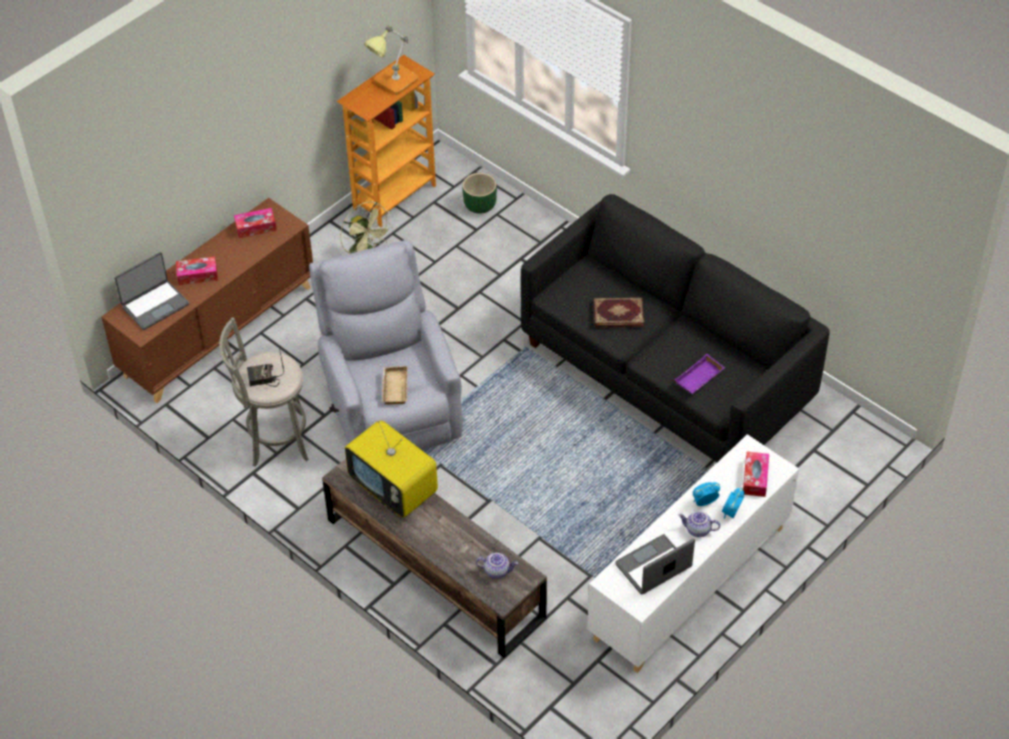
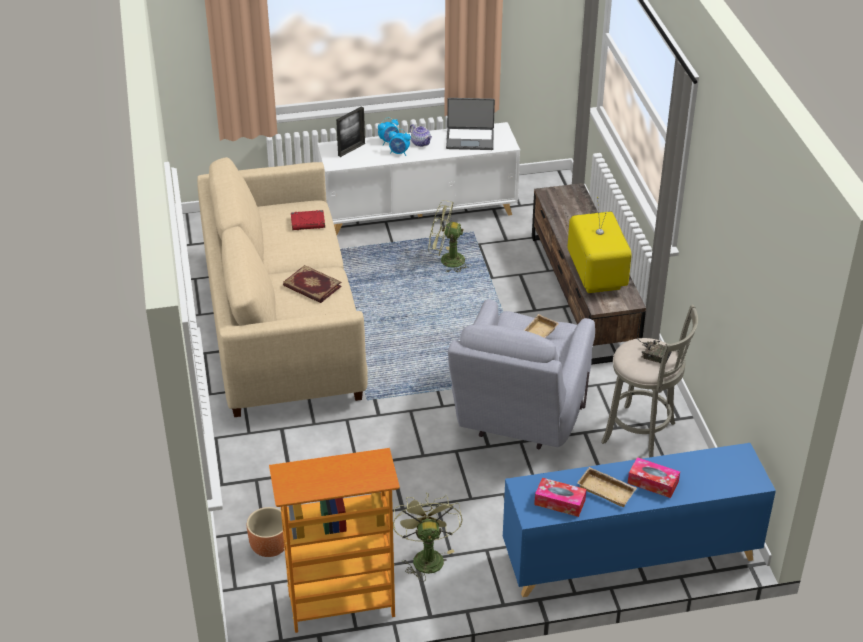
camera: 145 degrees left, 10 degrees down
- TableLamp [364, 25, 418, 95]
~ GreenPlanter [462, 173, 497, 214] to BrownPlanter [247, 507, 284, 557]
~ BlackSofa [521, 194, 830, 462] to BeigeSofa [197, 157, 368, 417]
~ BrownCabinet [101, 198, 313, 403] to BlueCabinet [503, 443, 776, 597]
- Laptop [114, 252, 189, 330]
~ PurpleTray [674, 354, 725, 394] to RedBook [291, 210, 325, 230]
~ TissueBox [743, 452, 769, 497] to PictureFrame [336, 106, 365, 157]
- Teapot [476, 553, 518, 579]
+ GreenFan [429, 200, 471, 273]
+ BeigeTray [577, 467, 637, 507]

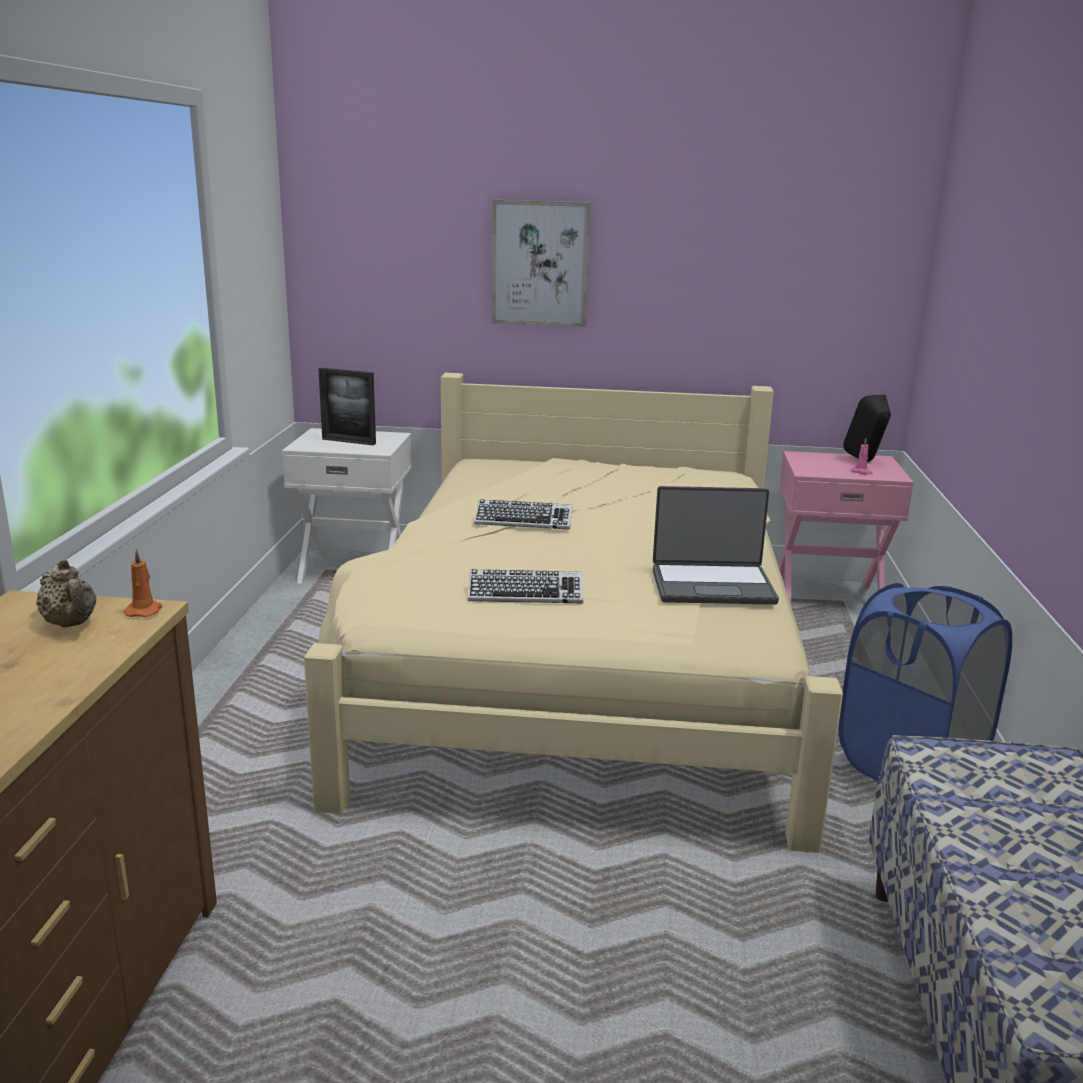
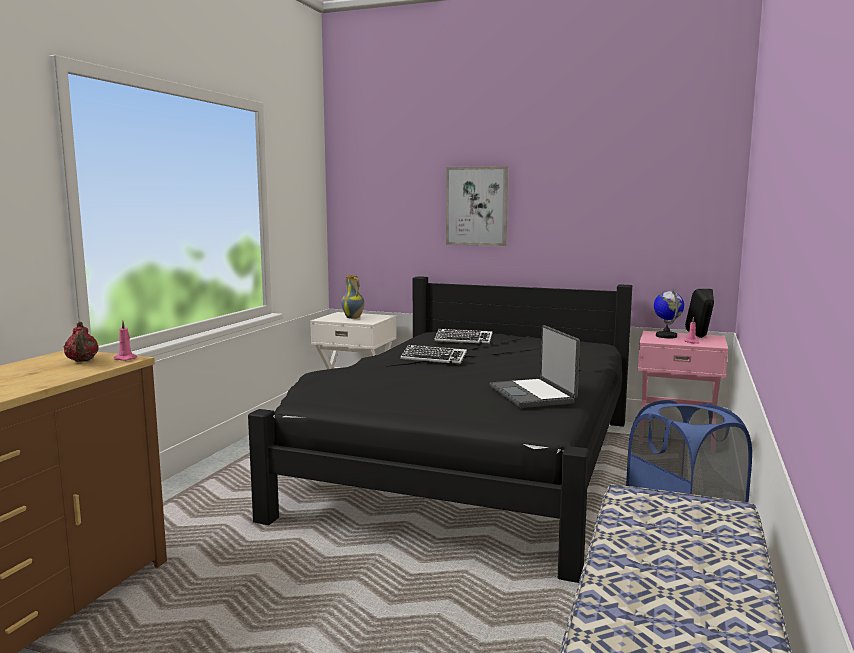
camera: 15 degrees right, 10 degrees down
~ PictureFrame [319, 368, 376, 445] to Vase [341, 275, 365, 319]
~ BeigeBed [304, 373, 843, 853] to BlackBed [248, 276, 632, 583]
~ Laptop [653, 486, 779, 605] = [490, 325, 580, 408] 60 degrees clockwise
~ OrangeCandle [124, 549, 162, 617] to PinkCandle [113, 321, 137, 361]
~ BeigeTeapot [36, 559, 96, 627] to RedTeapot [64, 322, 99, 362]
~ Keyboard [468, 569, 583, 603] to [434, 329, 493, 344]
+ Globe [654, 289, 684, 338]

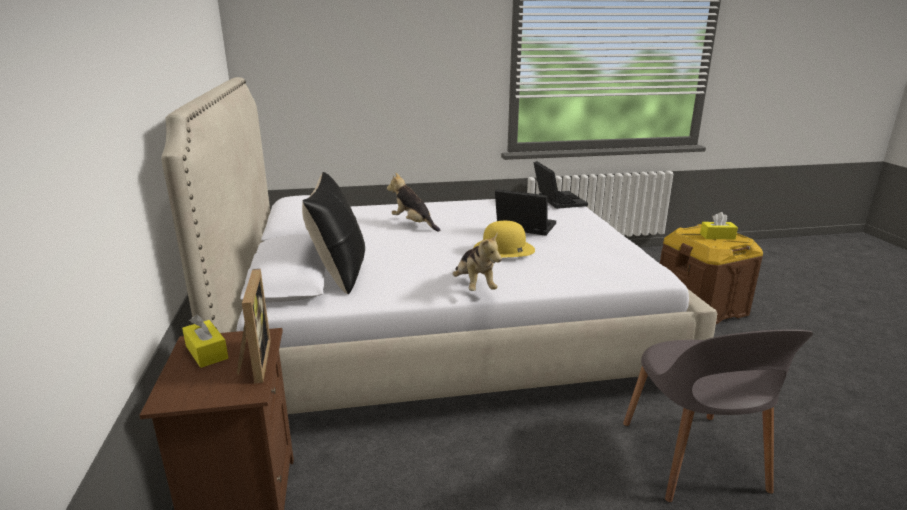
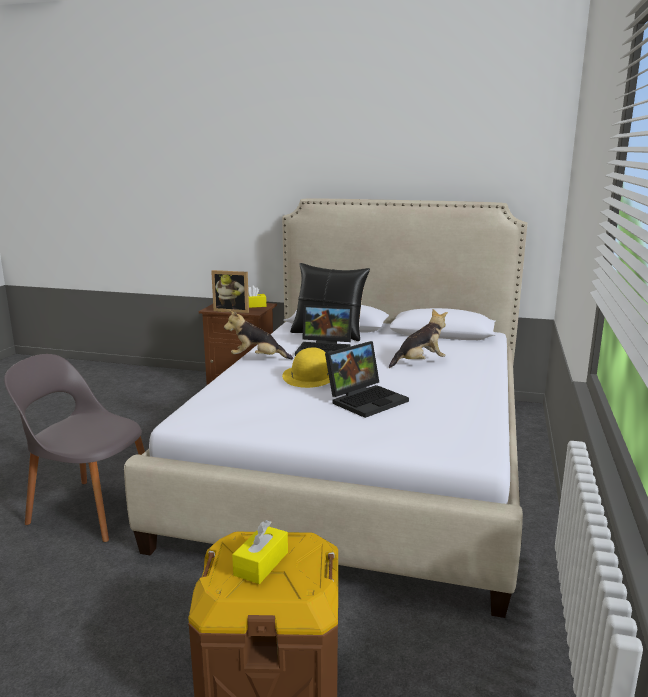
camera: 115 degrees right, 5 degrees down
~ Laptop [533, 161, 588, 209] to [295, 305, 352, 356]

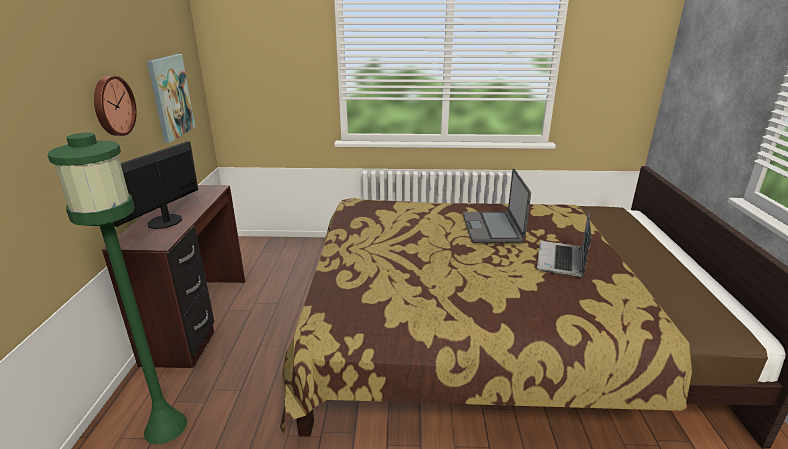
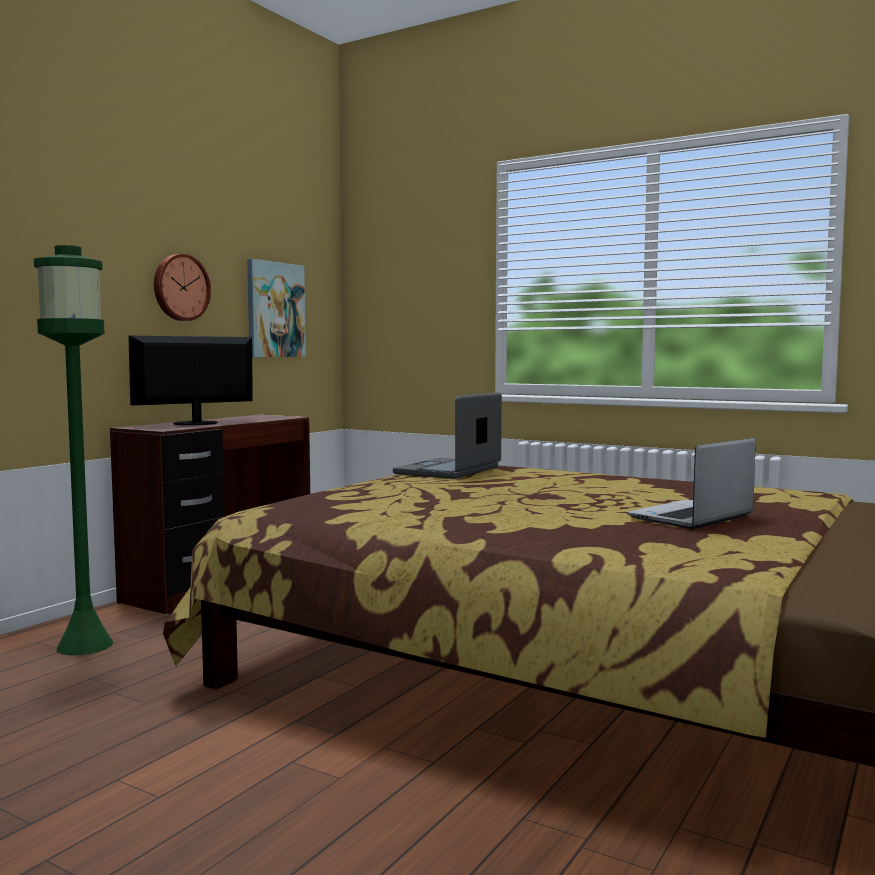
camera: 30 degrees right, 20 degrees down
~ Laptop [463, 168, 531, 243] to [393, 392, 502, 479]

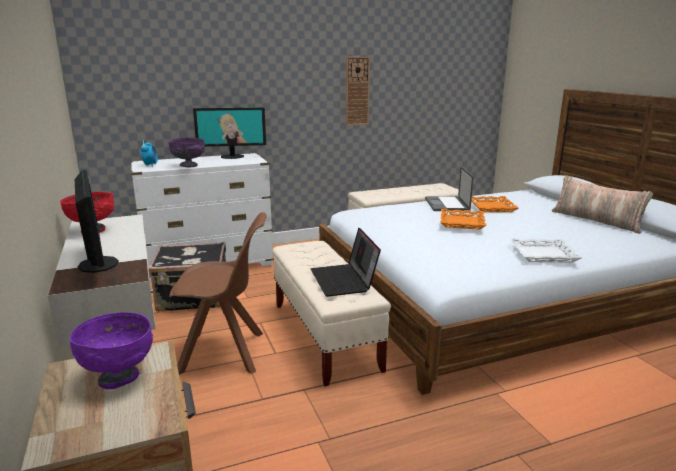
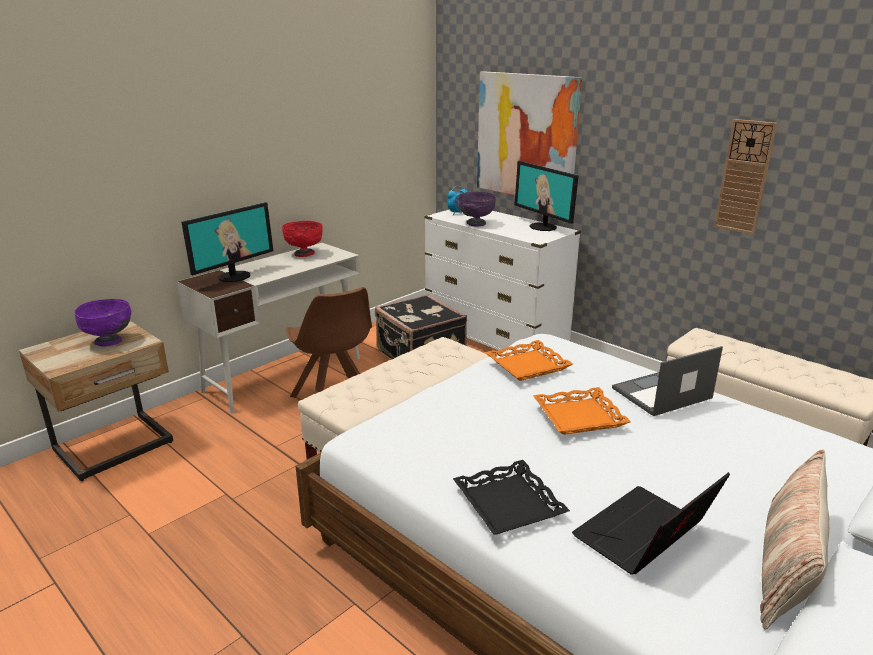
camera: 65 degrees right, 5 degrees up
~ OrangeTray [471, 196, 519, 212] to [485, 340, 573, 381]
~ Laptop [311, 228, 381, 297] to [572, 472, 730, 575]
~ WhiteTray [510, 239, 583, 263] to BlackTray [453, 460, 570, 535]
+ Picture [477, 71, 582, 195]

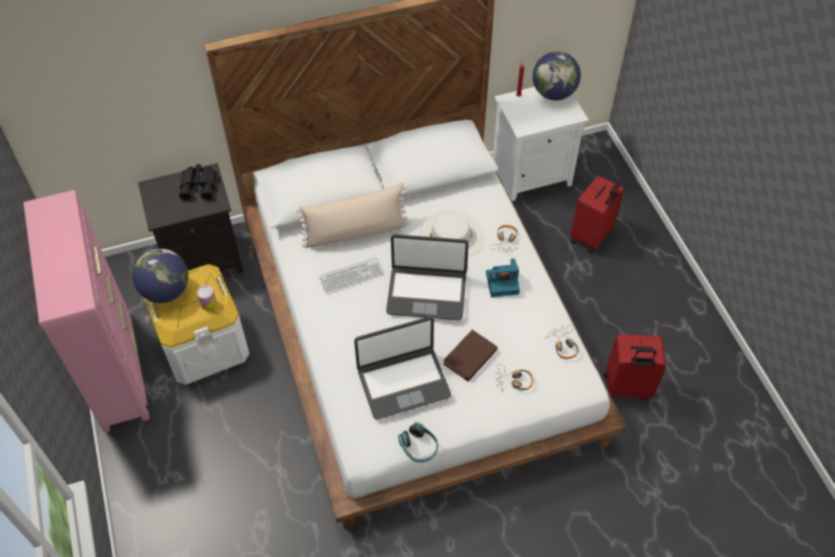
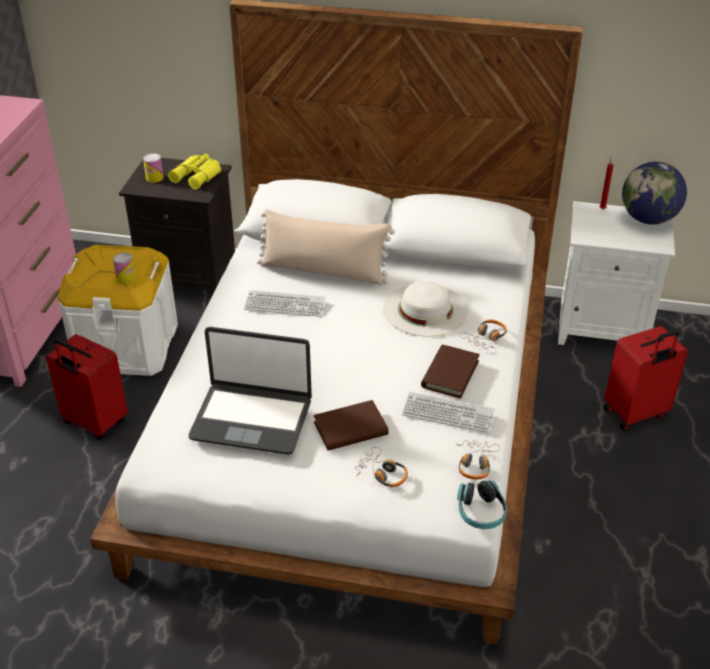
camera: 30 degrees right, 15 degrees down
~ BlackBinoculars [179, 164, 217, 201] to YellowBinoculars [168, 153, 221, 189]
- Laptop [386, 234, 469, 320]
- Globe [132, 249, 189, 303]
~ PhotoCamera [486, 258, 520, 297] to BrownBook [421, 345, 480, 398]
~ RedSuitcase [604, 335, 666, 400] to [46, 334, 128, 440]
~ Headphones [398, 422, 438, 463] to [457, 480, 507, 529]
+ Can [143, 153, 164, 183]
+ Keyboard [402, 392, 494, 433]

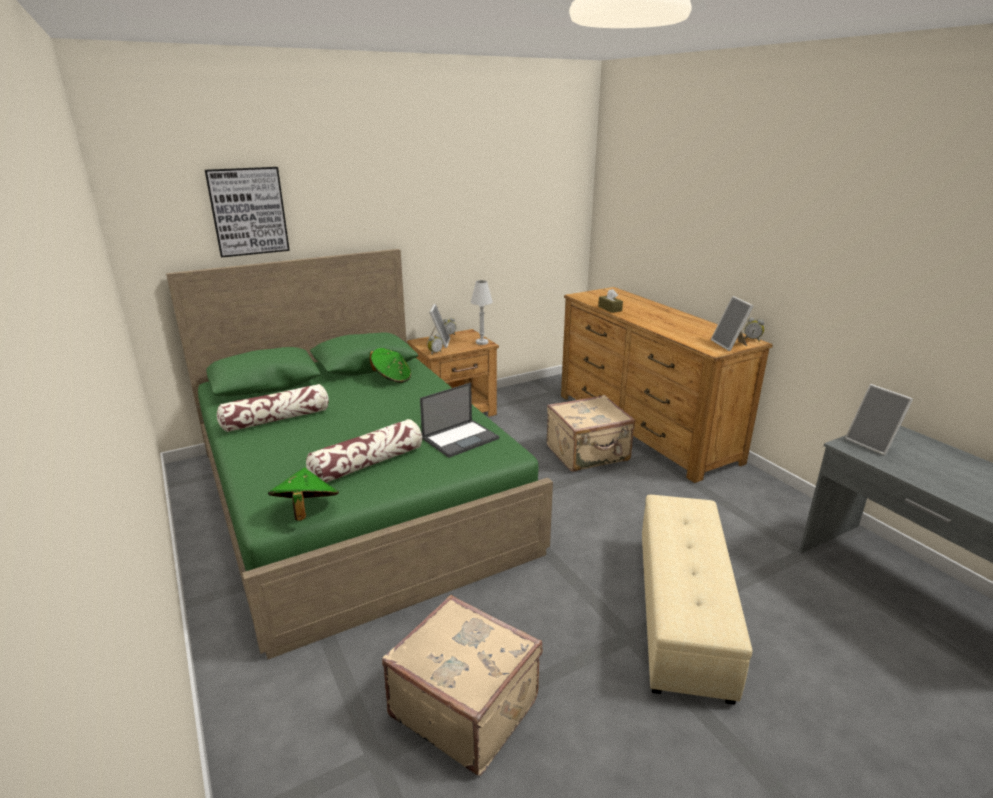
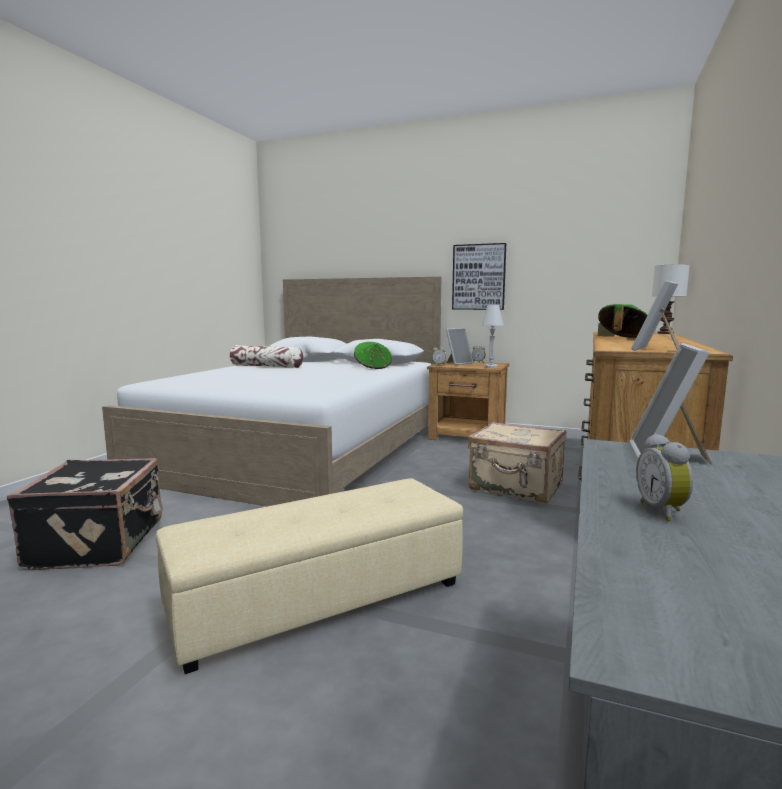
camera: 50 degrees right, 15 degrees down
~ Picture [205, 167, 290, 258] to [452, 243, 506, 310]
~ GreenBed [166, 249, 553, 660] to WhiteBed [102, 277, 441, 506]
~ AlarmClock [744, 318, 764, 342] to [636, 434, 693, 521]
- Laptop [420, 383, 499, 458]
- Pillow [306, 419, 422, 483]
~ GreenHat [268, 468, 339, 521] to [598, 304, 648, 338]
~ BeigeSuitcase [382, 595, 542, 776] to BlackSuitcase [7, 458, 163, 570]
+ WhiteTableLamp [652, 264, 690, 334]

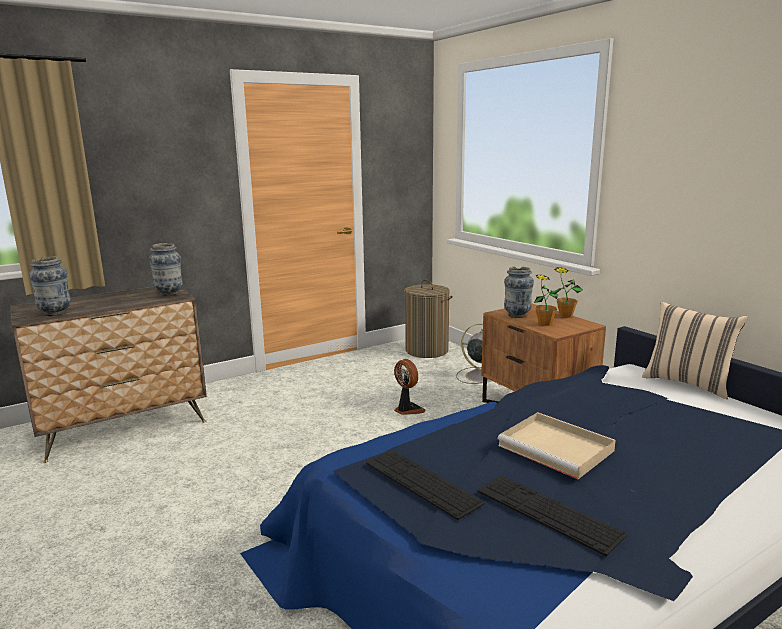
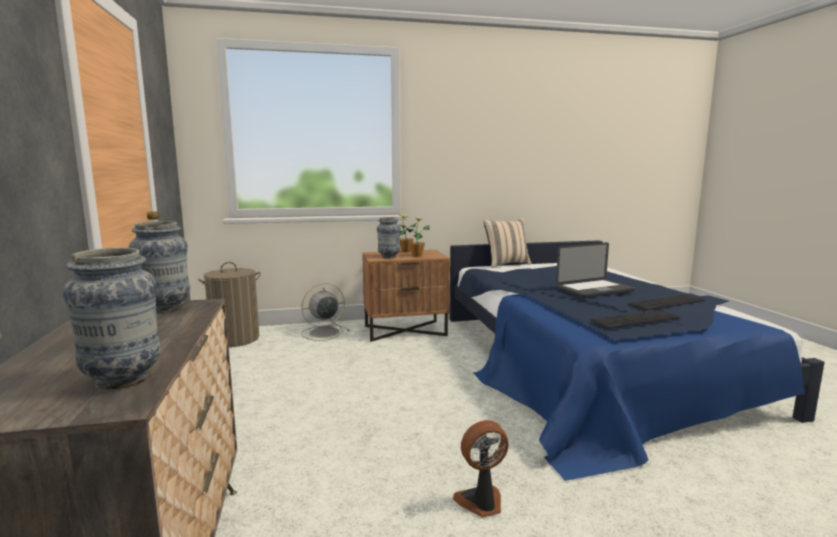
camera: 70 degrees left, 5 degrees down
~ Fan [394, 359, 426, 415] to [453, 420, 508, 517]
~ BeigeTray [498, 412, 616, 479] to Laptop [556, 242, 635, 298]

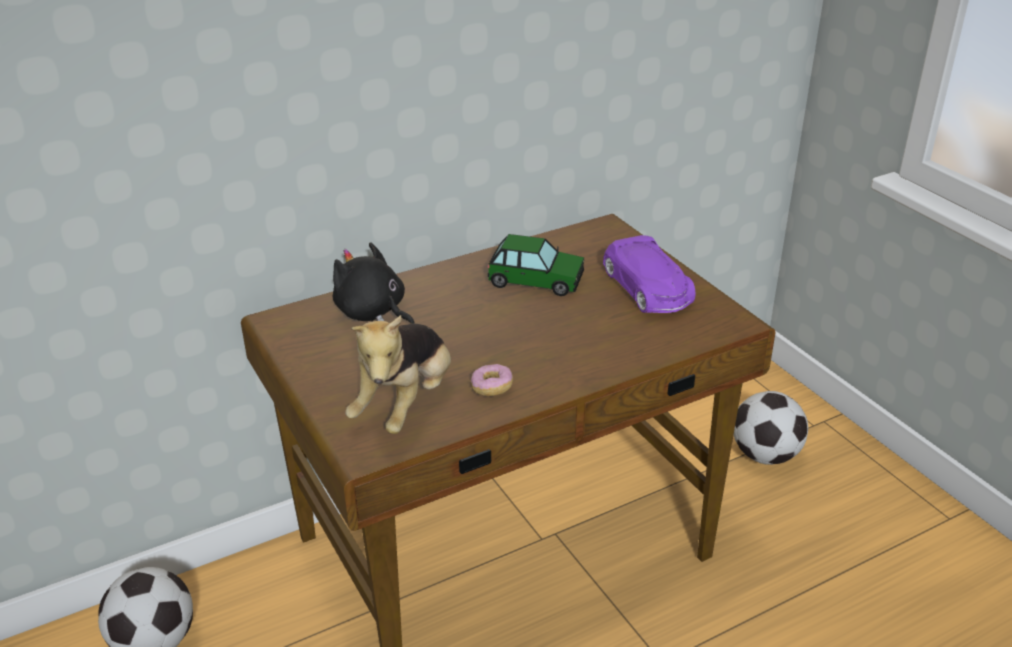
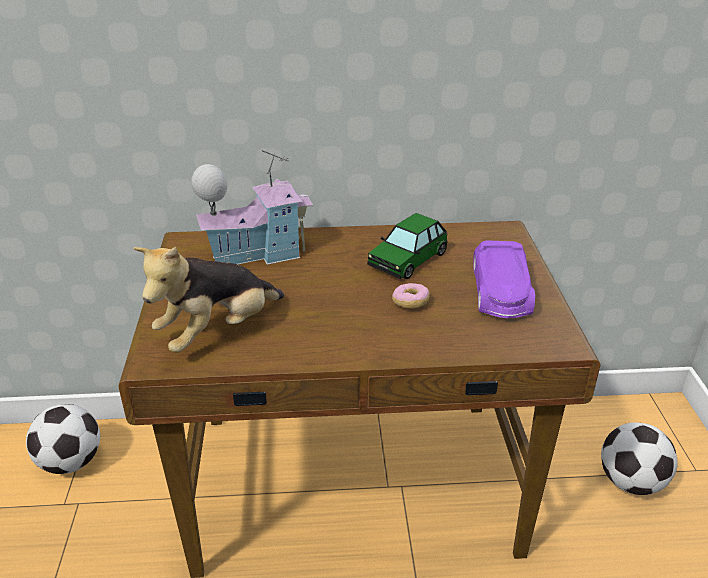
camera: 25 degrees right, 0 degrees up
~ ToyCar [488, 234, 584, 296] = [367, 213, 448, 279] 90 degrees clockwise
~ BlackPlushToy [333, 242, 415, 324] to ToyHouse [191, 150, 313, 265]
~ Donut [471, 364, 513, 396] to [392, 283, 430, 309]

